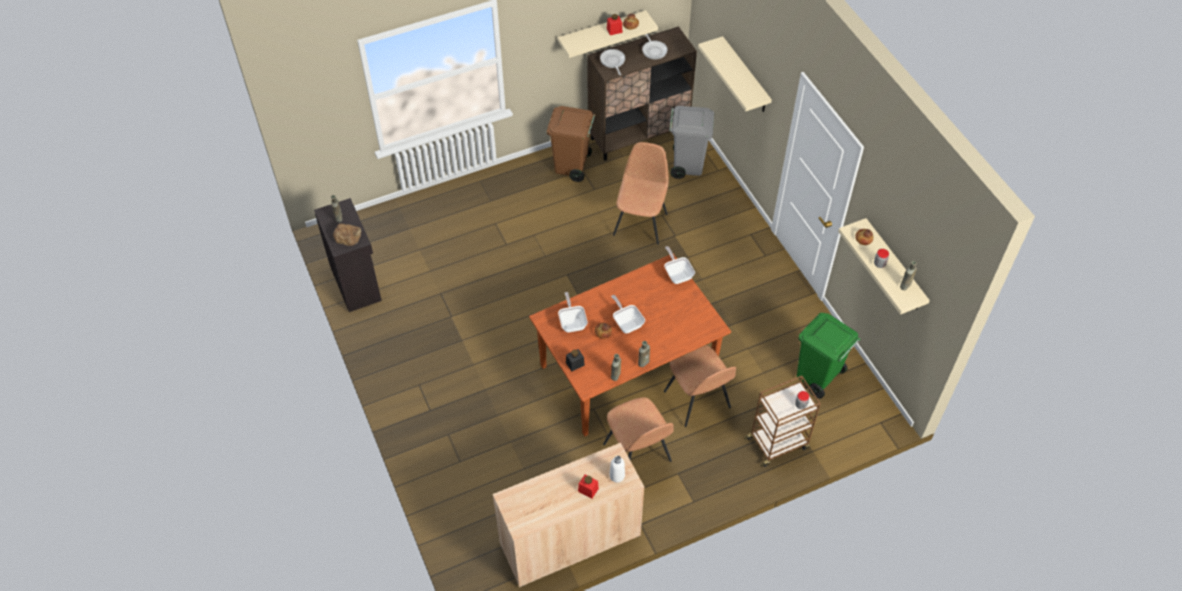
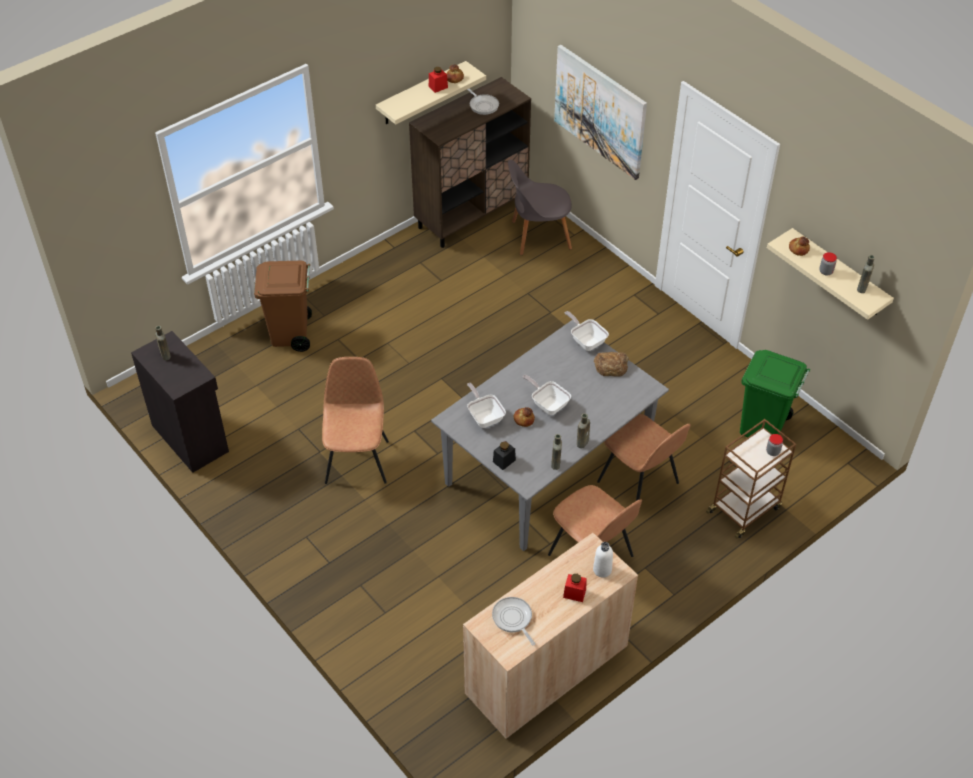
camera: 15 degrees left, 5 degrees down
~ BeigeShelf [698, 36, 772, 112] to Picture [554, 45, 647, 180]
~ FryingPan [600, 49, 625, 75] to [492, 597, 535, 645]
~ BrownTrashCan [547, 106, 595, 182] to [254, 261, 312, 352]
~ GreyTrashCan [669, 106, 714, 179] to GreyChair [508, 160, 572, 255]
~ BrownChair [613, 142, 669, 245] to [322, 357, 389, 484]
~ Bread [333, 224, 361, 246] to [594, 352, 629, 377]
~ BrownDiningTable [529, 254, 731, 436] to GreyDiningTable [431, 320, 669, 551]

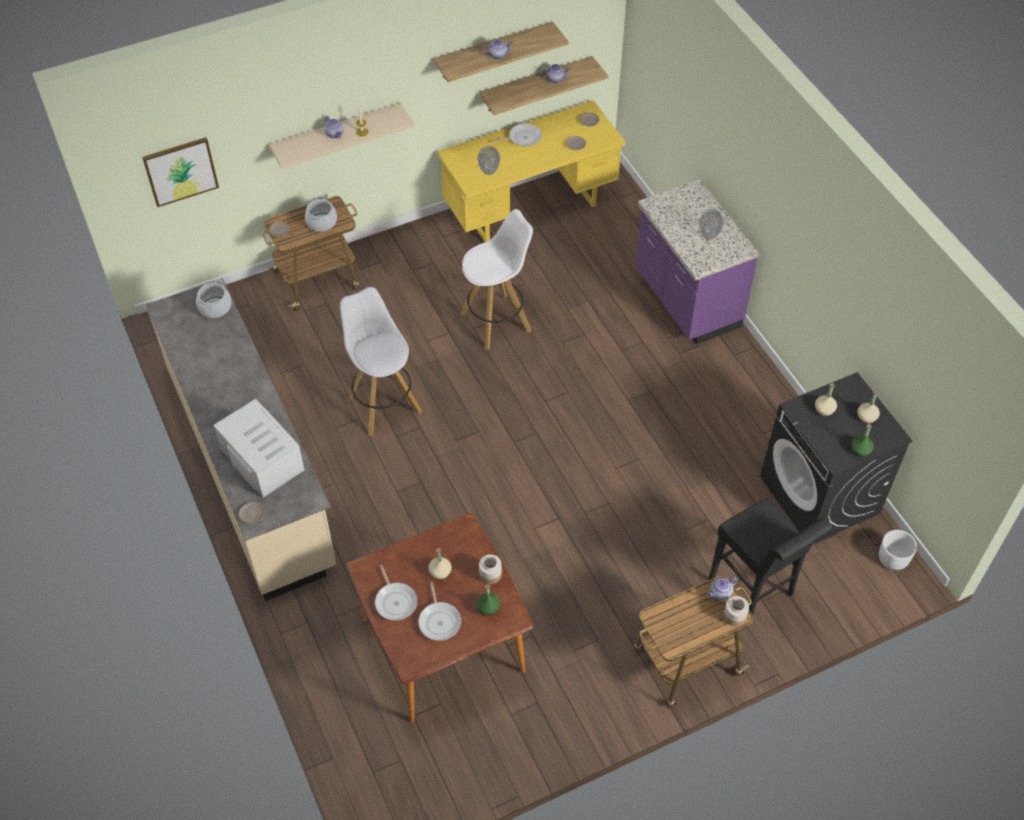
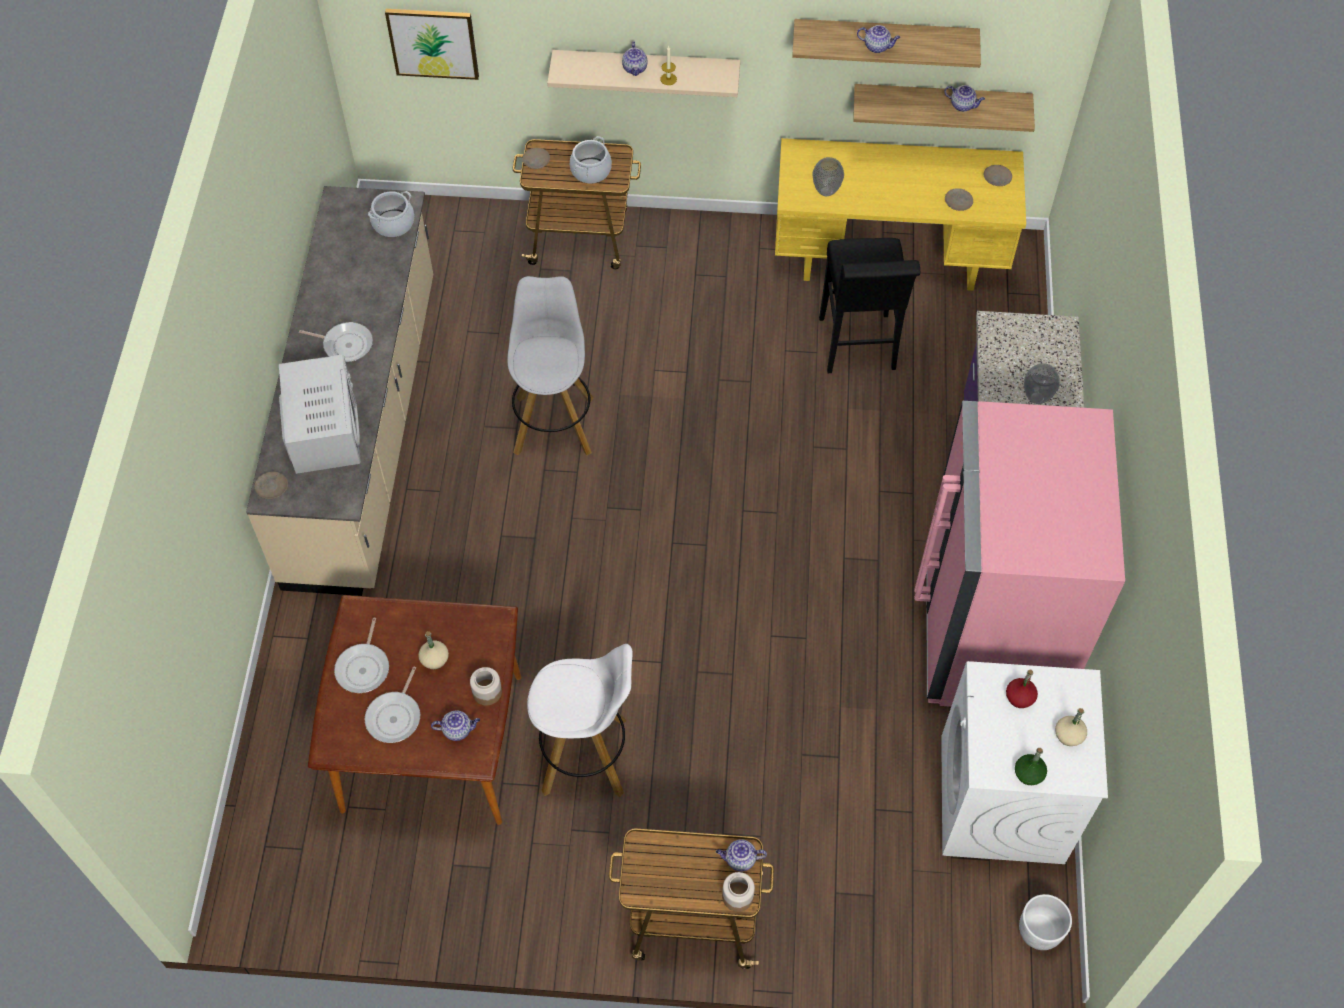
camera: 30 degrees right, 5 degrees up
~ FryingPan [492, 123, 542, 146] to [299, 322, 373, 362]
~ WhiteStool [461, 209, 533, 350] to [527, 644, 633, 797]
~ BlackWashingMachine [760, 372, 912, 543] to WhiteWashingMachine [941, 661, 1108, 864]
~ BeigeBottle [815, 383, 837, 416] to RedBottle [1006, 669, 1038, 708]
~ BlackStool [708, 498, 833, 616] to [819, 238, 920, 373]
~ GreenBottle [476, 584, 500, 615] to Teapot [431, 710, 480, 741]
+ PinkFridge [914, 401, 1125, 707]

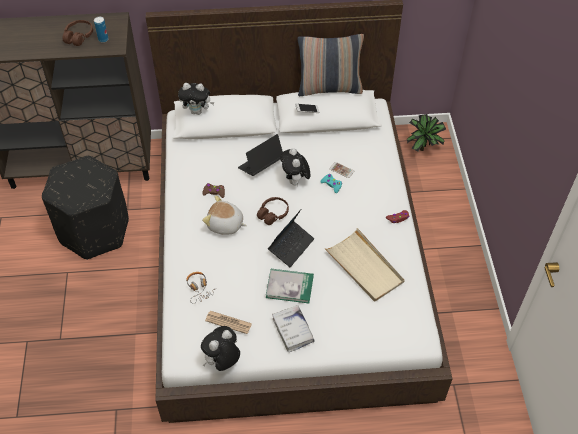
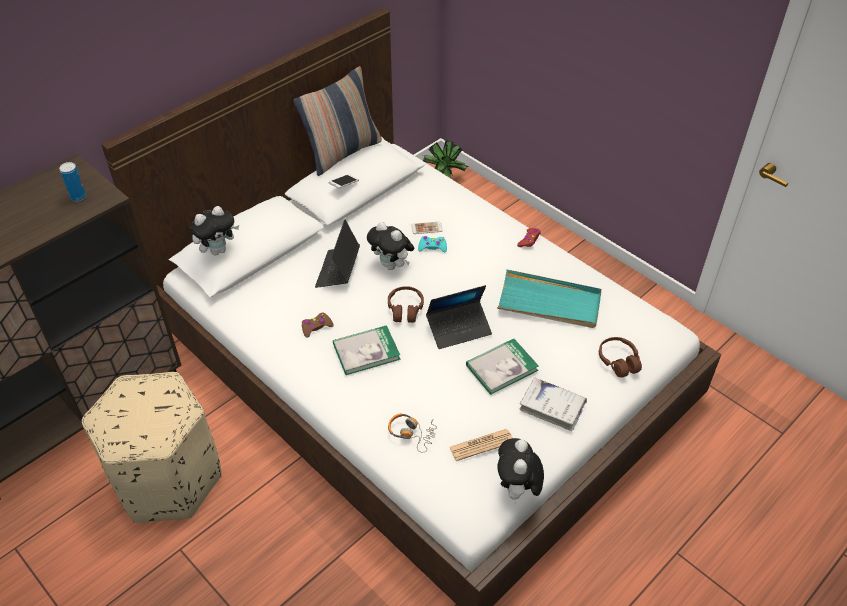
camera: 40 degrees left, 5 degrees down
~ BrownHeadphones [63, 20, 93, 46] to [599, 337, 642, 378]
~ BlackOttoman [42, 156, 129, 260] to BeigeOttoman [82, 372, 222, 523]
~ PlushToy [202, 196, 247, 235] to Book [333, 325, 400, 375]
~ Laptop [268, 210, 314, 267] = [426, 285, 492, 349] 75 degrees clockwise
~ BeigeTray [324, 228, 405, 302] to TurquoiseTray [497, 269, 601, 328]

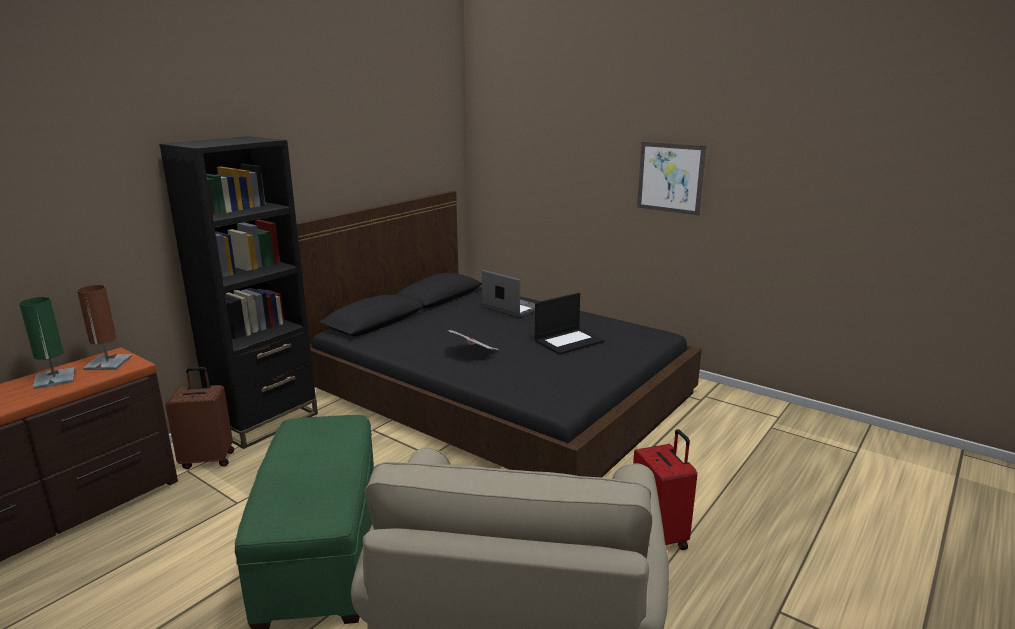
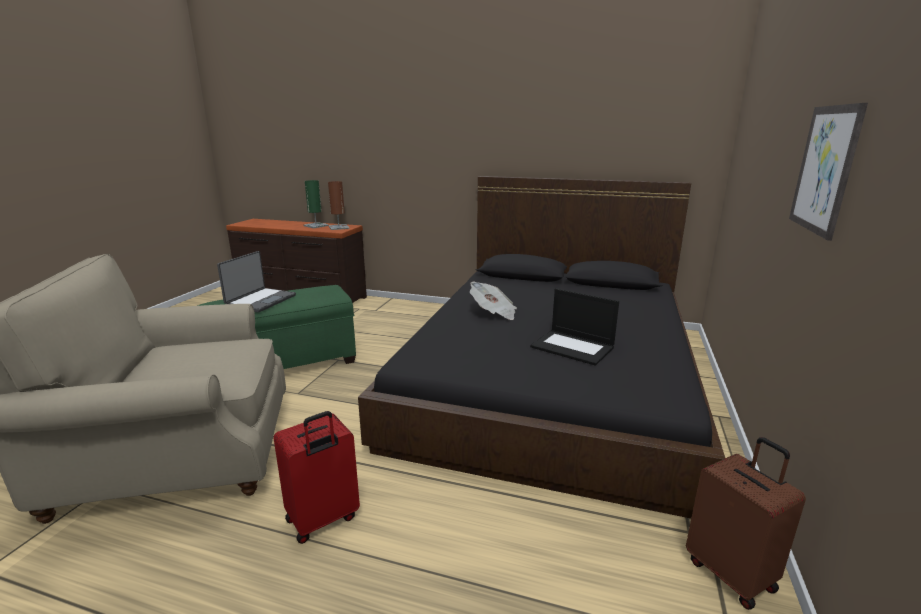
camera: 70 degrees right, 0 degrees up
- BlackBookcase [159, 136, 318, 449]
~ Laptop [482, 270, 535, 317] to [217, 251, 296, 313]
~ BrownSuitcase [165, 367, 234, 469] to [686, 437, 806, 610]

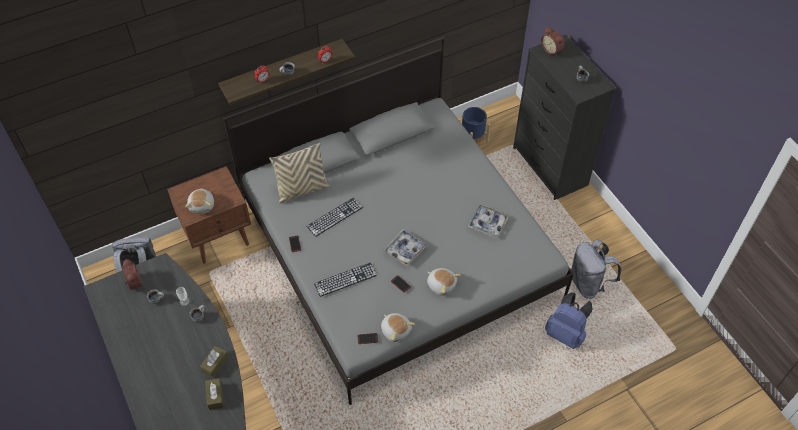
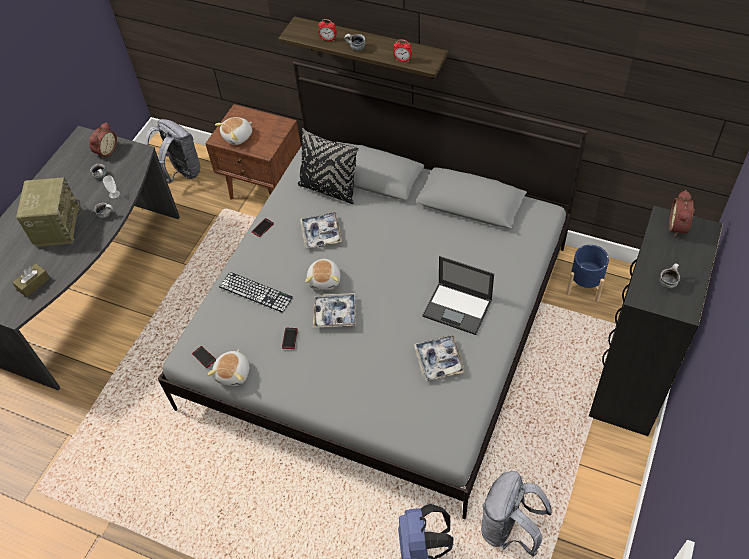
camera: 55 degrees right, 0 degrees up
~ BeigePillow [269, 143, 330, 203] to BlackPillow [297, 128, 359, 204]
~ Keyboard [306, 198, 363, 237] to Tray [300, 212, 342, 249]
~ PlushToy [427, 268, 461, 296] to [305, 258, 340, 290]
- BrownTissueBox [200, 346, 228, 378]
+ Radio [16, 177, 82, 247]
+ Laptop [422, 256, 494, 335]

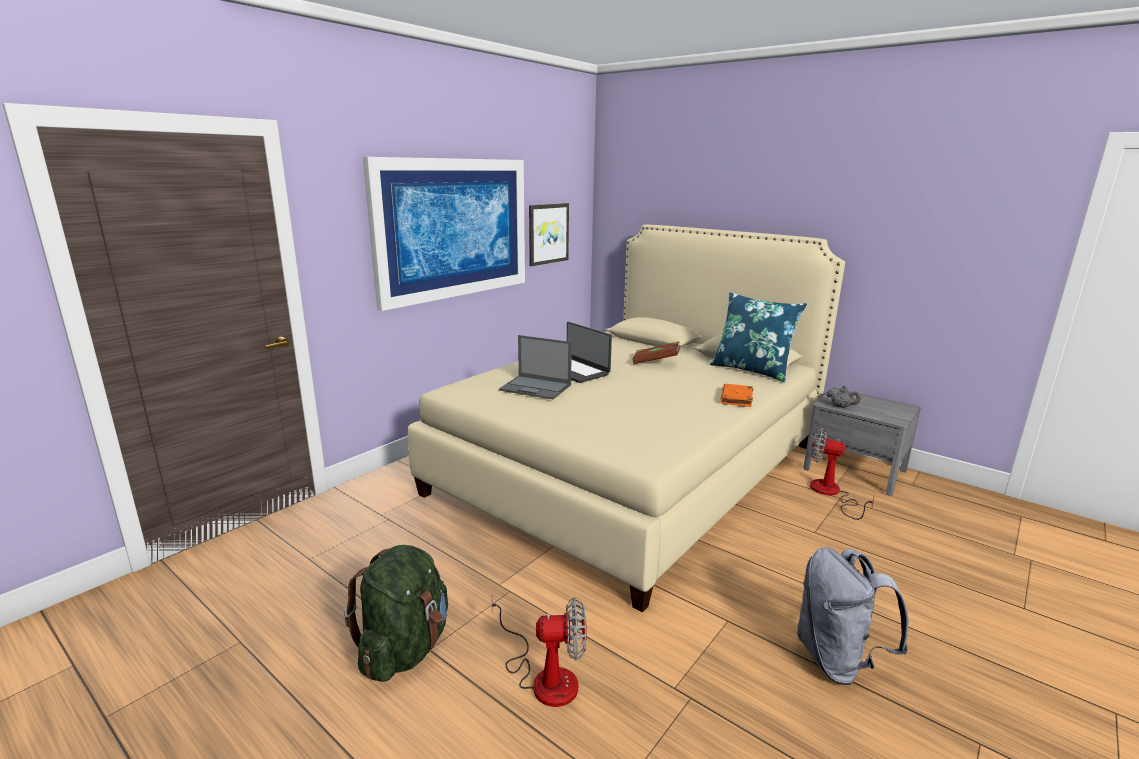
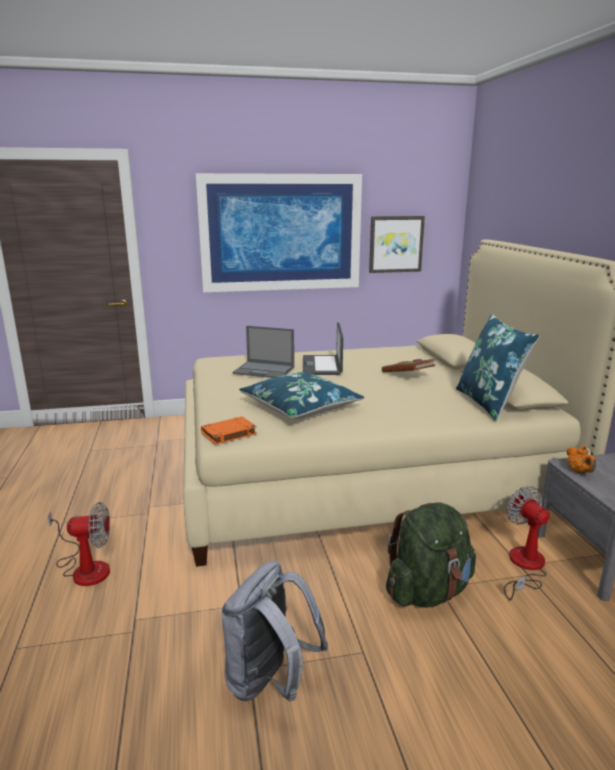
camera: 40 degrees right, 0 degrees up
~ Laptop [499, 335, 572, 399] = [232, 326, 294, 378] 45 degrees counterclockwise
~ OrangeBook [721, 384, 753, 407] to [201, 416, 257, 445]
~ GreyTeapot [826, 385, 861, 408] to OrangeTeapot [567, 445, 596, 473]
~ GreenBackpack [344, 545, 448, 682] to [386, 503, 476, 608]
~ Fan [491, 597, 587, 707] = [48, 502, 110, 586] 45 degrees counterclockwise
+ BluePillow [239, 372, 365, 419]

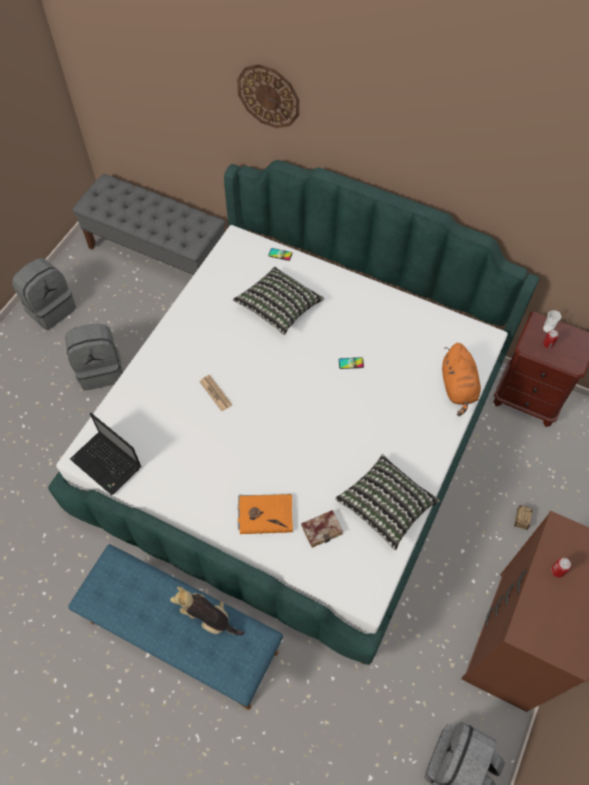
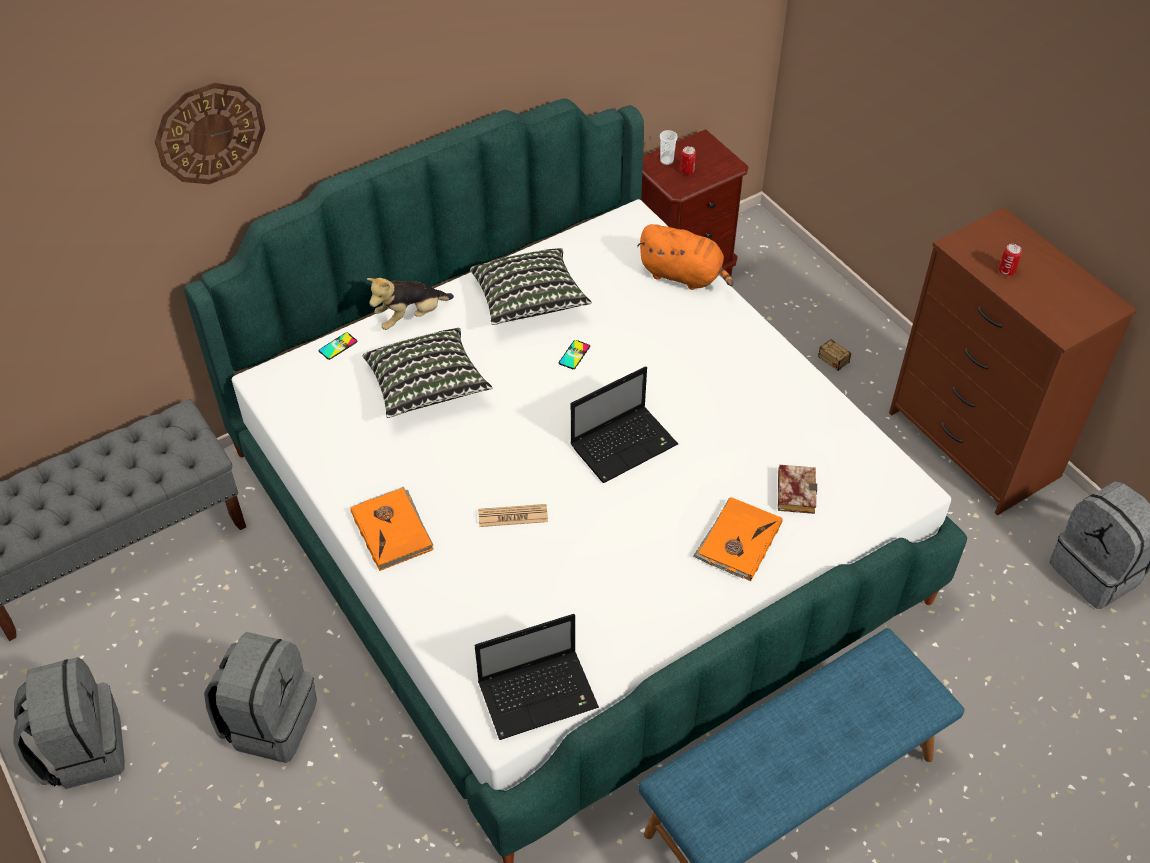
camera: 60 degrees left, 10 degrees down
~ Pillow [335, 454, 441, 550] to [470, 248, 592, 325]
~ PlushToy [170, 587, 244, 636] to [367, 278, 454, 330]
+ Laptop [570, 366, 678, 483]
+ OrangeBook [350, 486, 434, 571]

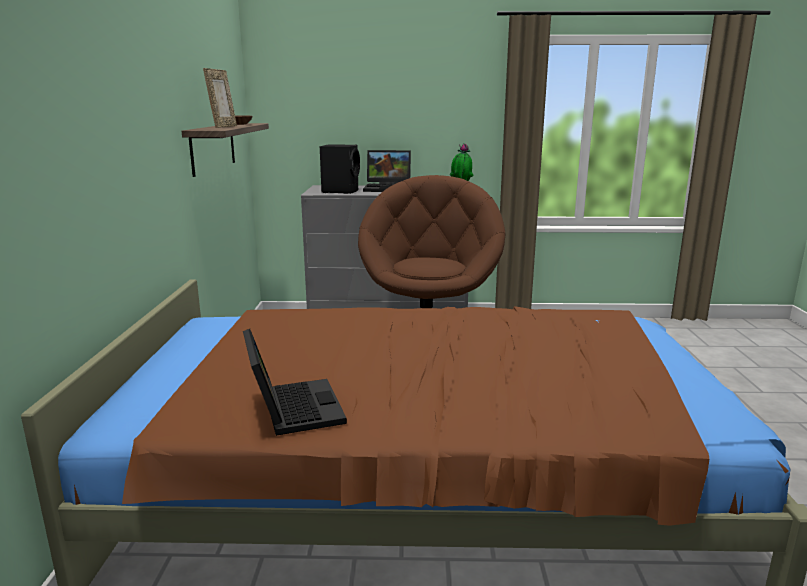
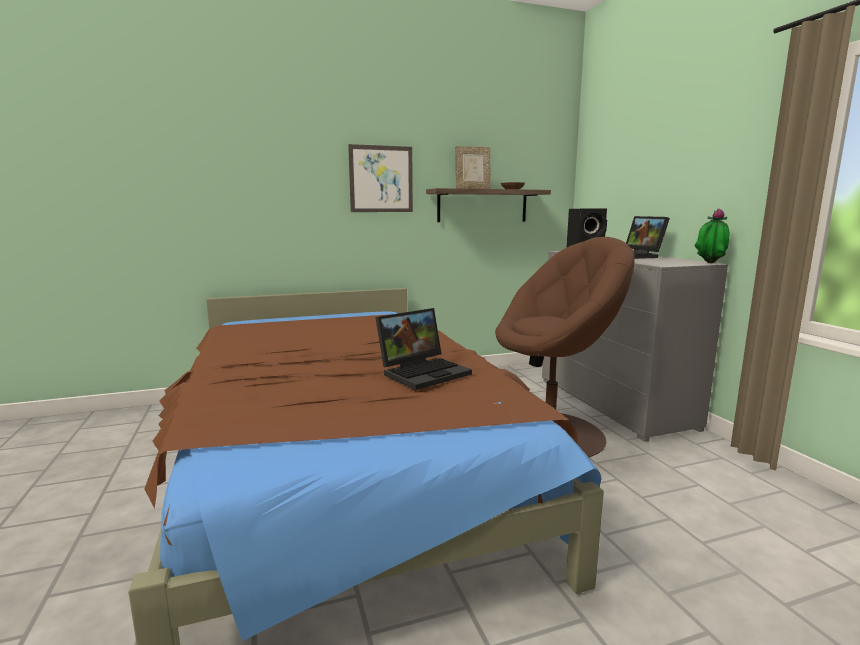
camera: 70 degrees right, 5 degrees down
~ Laptop [243, 329, 347, 436] to [375, 308, 472, 390]
+ Picture [348, 144, 413, 212]

